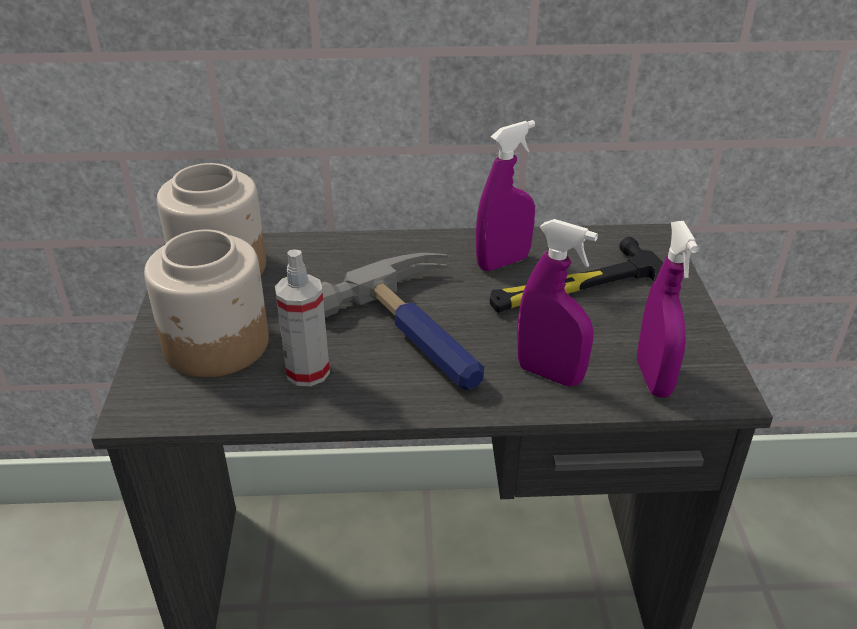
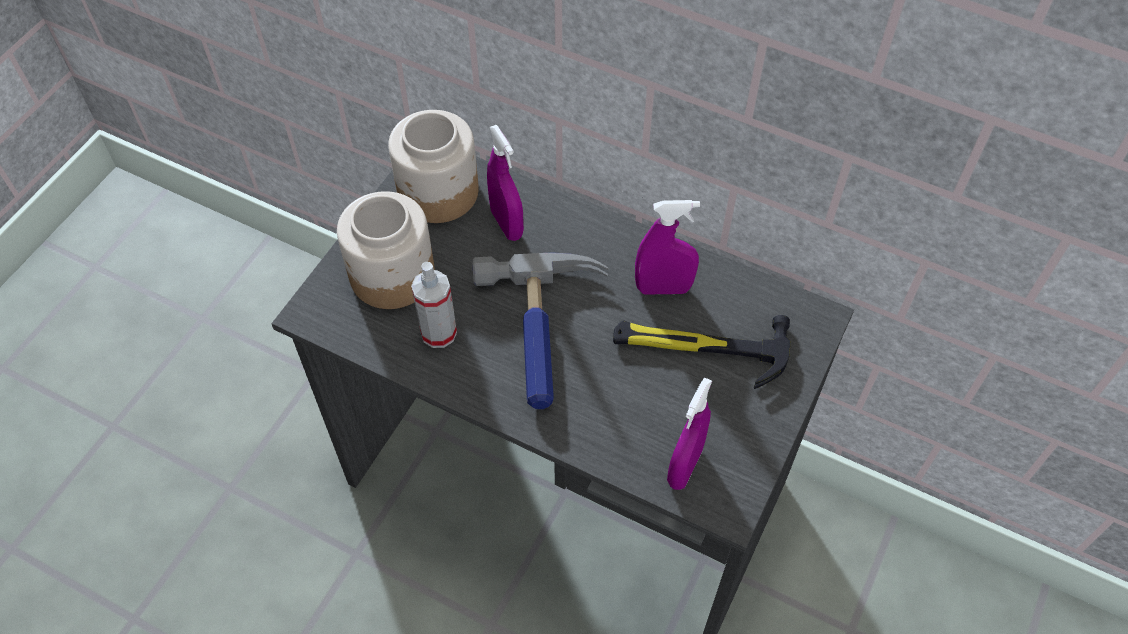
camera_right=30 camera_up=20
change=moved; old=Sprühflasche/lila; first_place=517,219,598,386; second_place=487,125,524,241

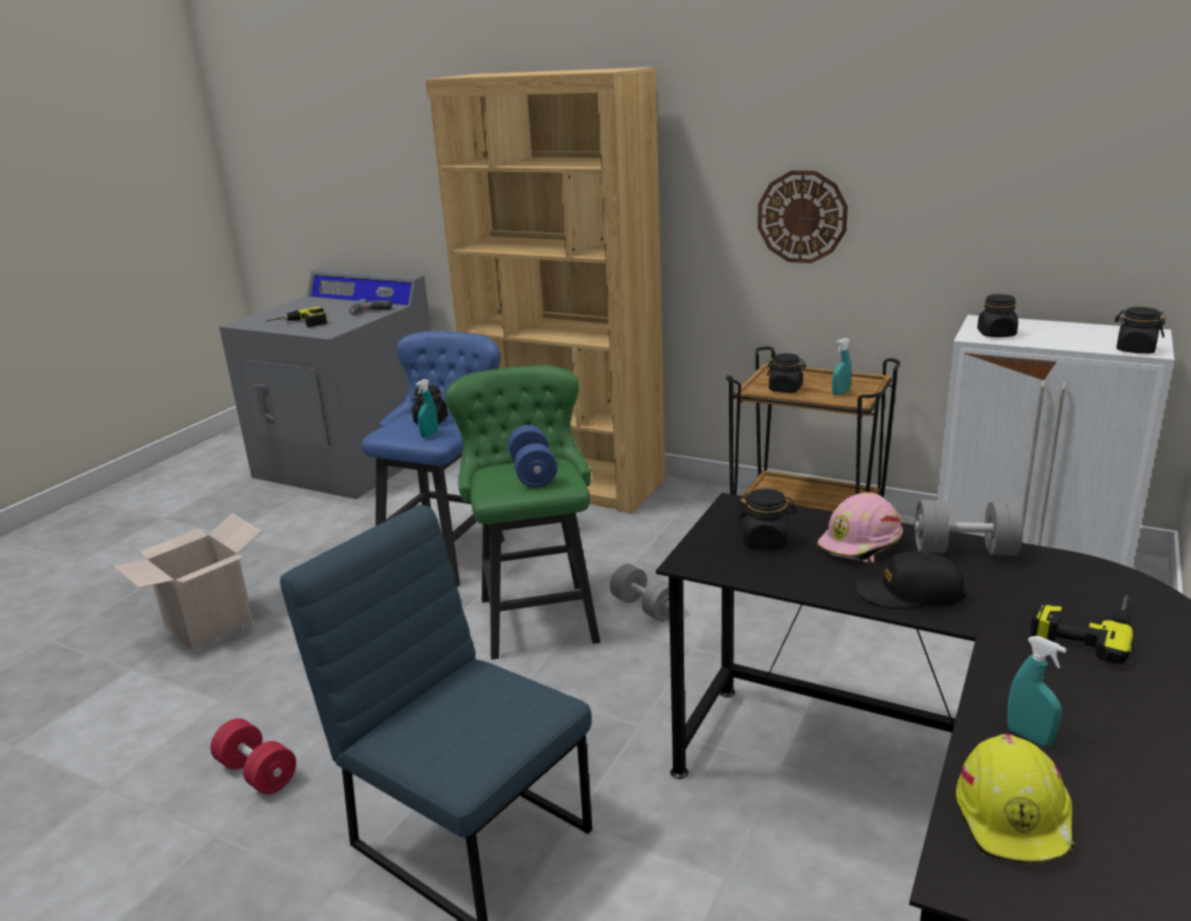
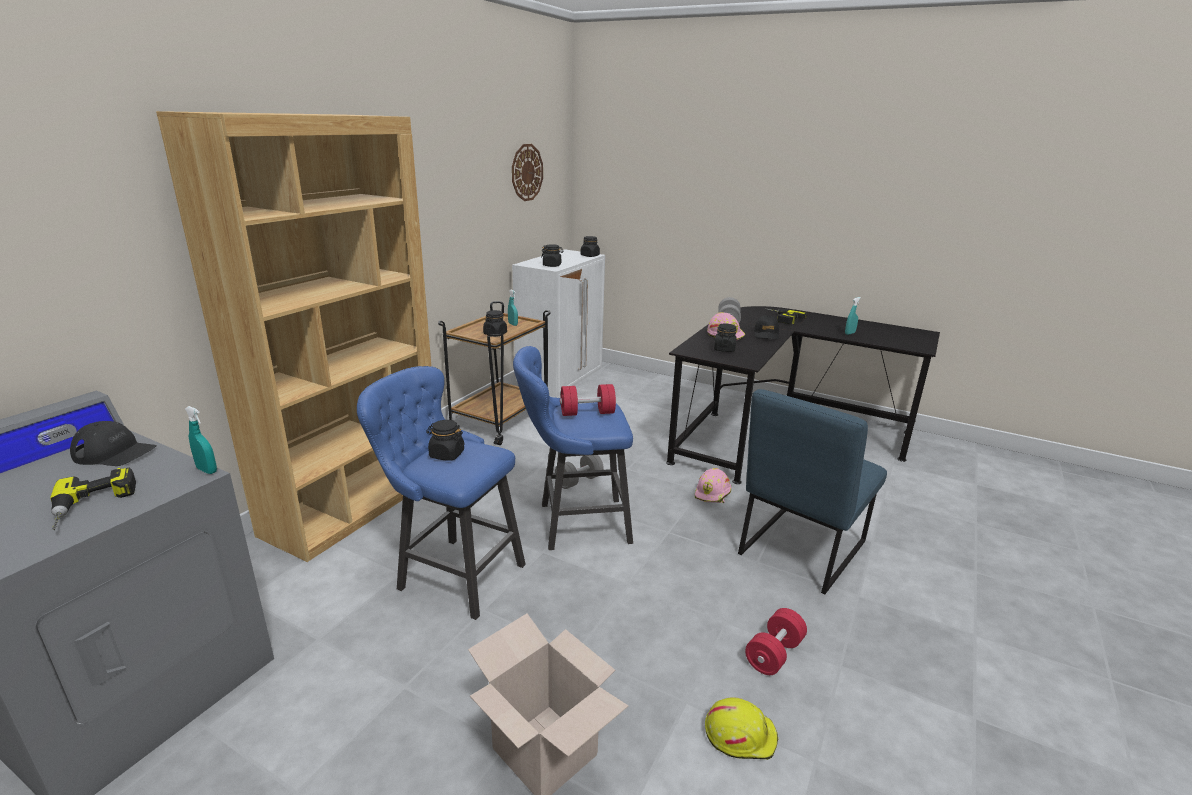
camera_right=-90 camera_up=0
change=replaced; old=Bohrmaschine; new=Kappe/schwarz; first_place=349,298,392,315; second_place=70,421,157,466
change=moved; old=Sprühflasche/türkis; first_place=416,379,438,438; second_place=185,406,217,474
change=moved; old=Wanduhr; first_place=758,170,848,263; second_place=512,144,543,201
change=recoloured; old=Hocker/grün; new=Hocker/blau; first_place=445,365,600,660; second_place=513,346,633,550
change=recoloured; old=Hantel/blau; new=Hantel/rot; first_place=508,425,557,488; second_place=560,384,616,416
change=added; new=Schutzhelm/rosa; second_place=695,468,732,503
change=moved; old=Schutzhelm/gelb; first_place=956,734,1076,865; second_place=705,697,778,760

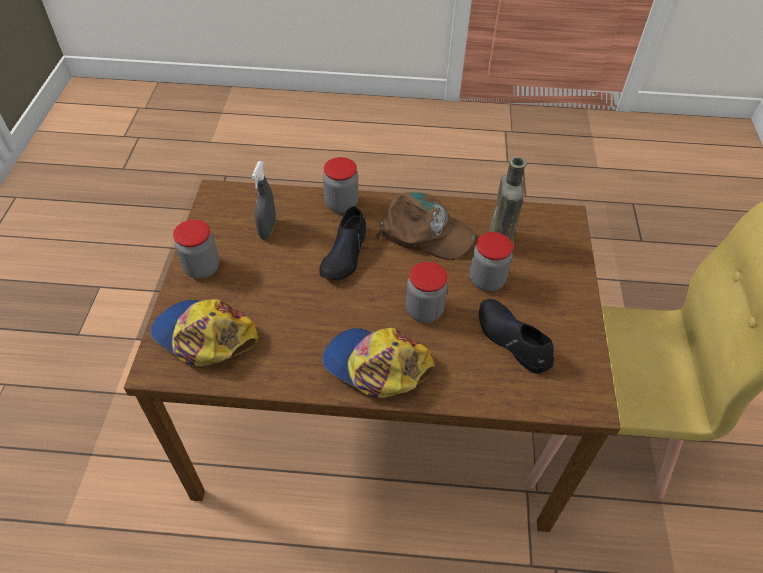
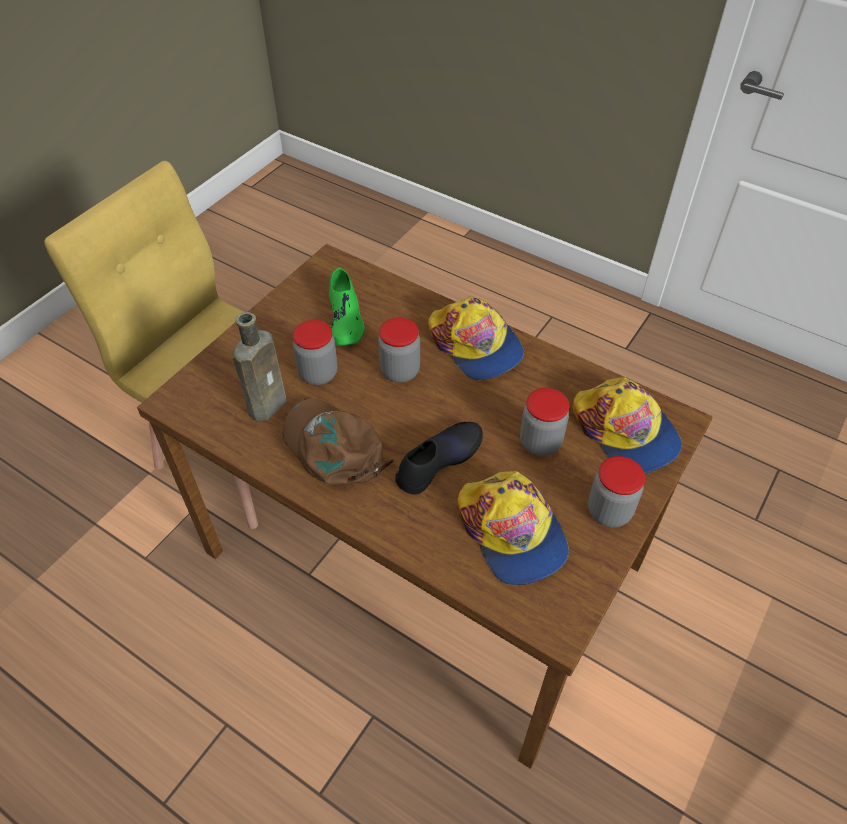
camera_right=-150 camera_up=0
change=recoloured; old=Schuh/schwarz; new=Schuh/grün; first_place=479,299,554,373; second_place=329,267,365,346
change=replaced; old=Sprühflasche/grau; new=Kappe; first_place=252,161,276,240; second_place=457,471,569,585
change=moved; old=Vorratsglas; first_place=323,157,358,213; second_place=520,388,569,456

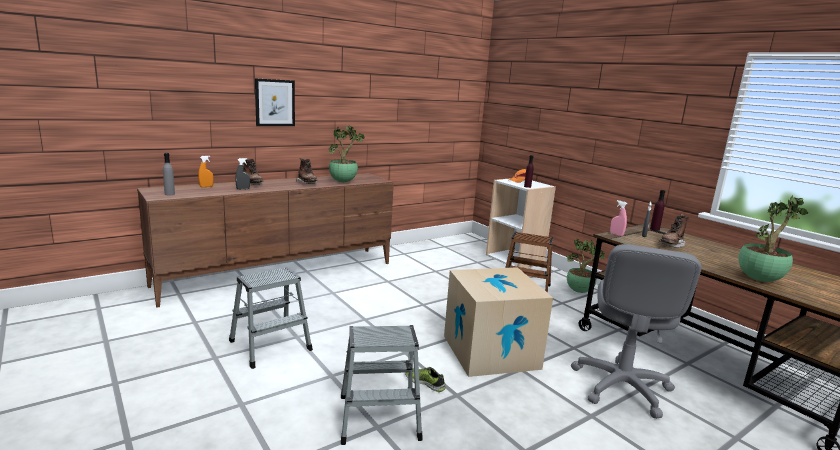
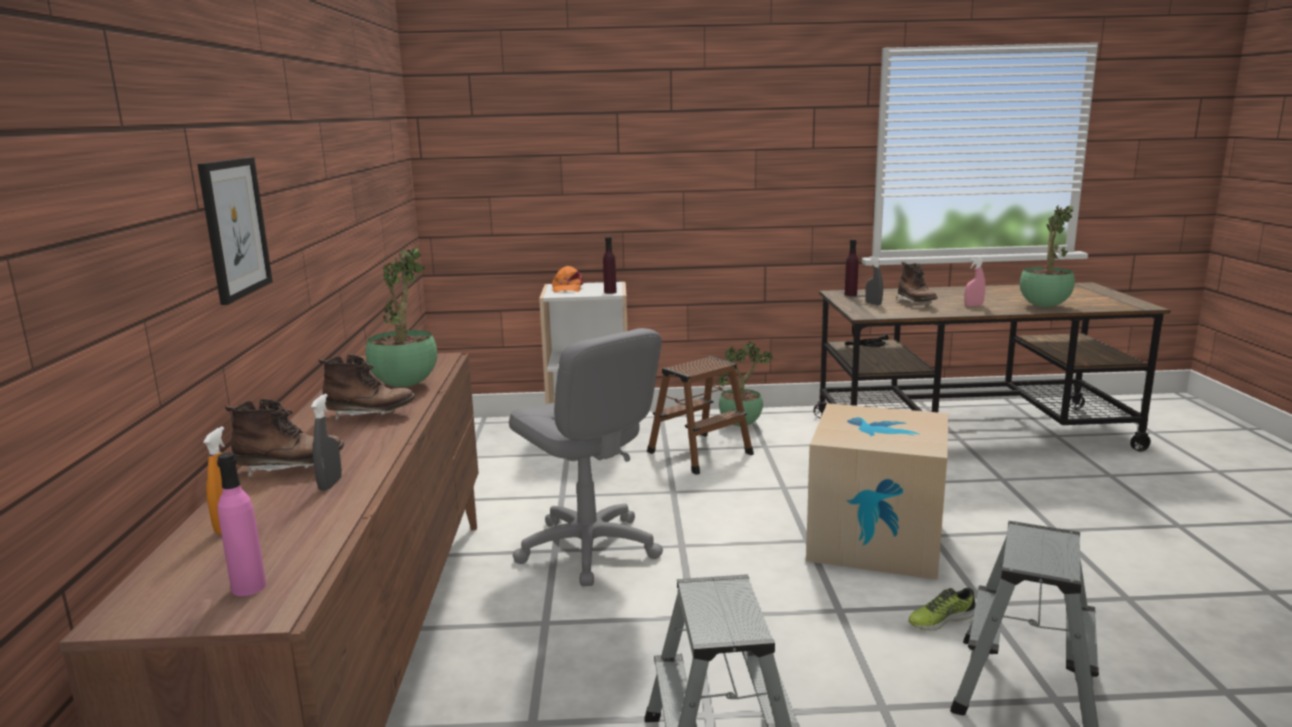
camera_right=-55 camera_up=0
change=recoloured; old=Flasche/grau; new=Flasche/rosa; first_place=163,153,175,195; second_place=217,452,266,596
change=moved; old=Bürostuhl/grau; first_place=571,244,701,419; second_place=509,328,663,586
change=moved; old=Sprühflasche/rosa; first_place=610,200,627,236; second_place=965,258,985,306

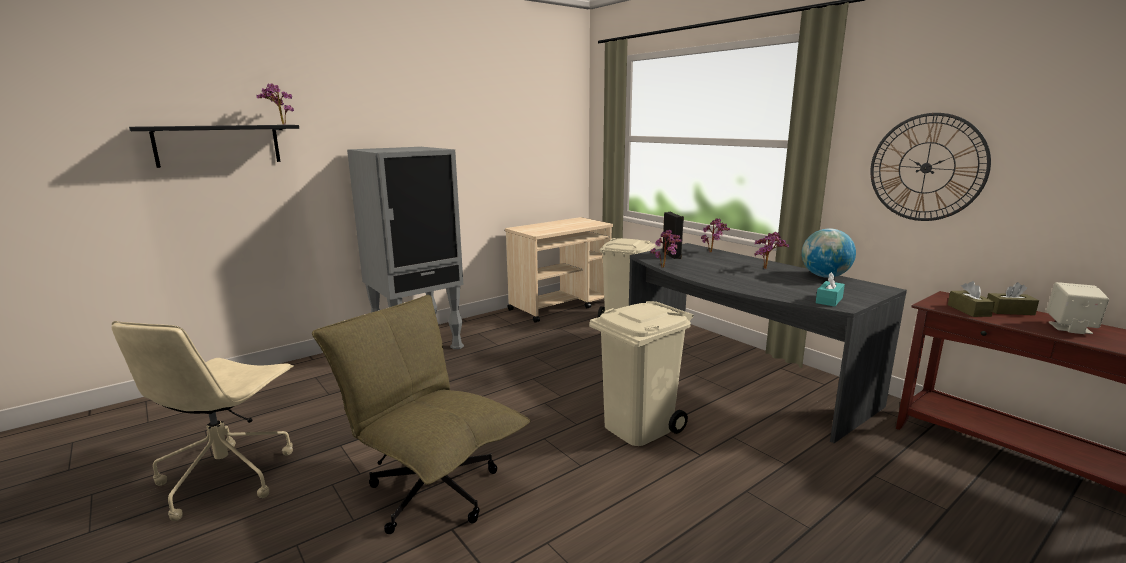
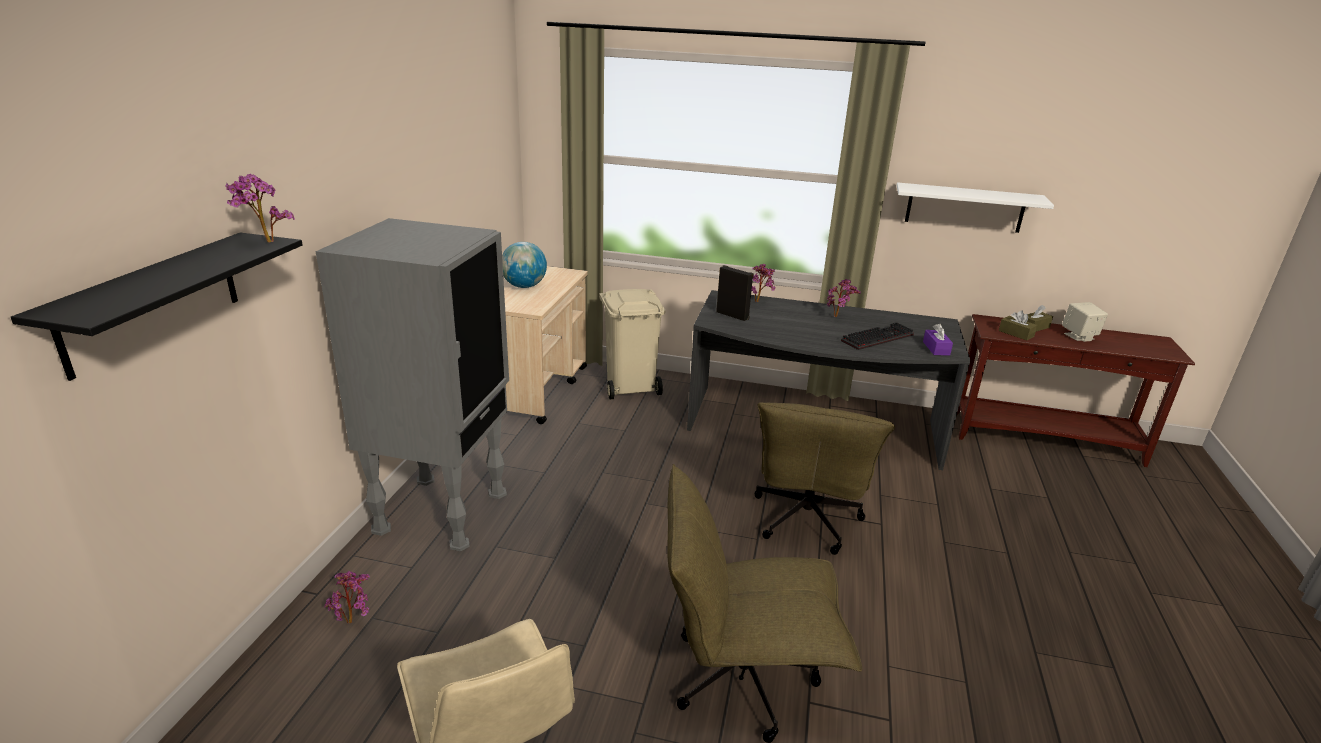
camera_right=-40 camera_up=10
change=moved; old=Topfpflanze; first_place=650,230,682,268; second_place=324,571,370,623
change=moved; old=Globus; first_place=802,229,856,278; second_place=502,242,547,288
change=replaced; old=Mülleimer/beige; new=Bürostuhl/beige; first_place=589,301,694,446; second_place=755,402,895,555
change=added; new=Tastatur; second_place=841,322,914,350
change=replaced; old=Wanduhr; new=Wandregal/weiß; first_place=870,113,991,221; second_place=896,182,1054,233
change=recoloured; old=Taschentuchbox/türkis; new=Taschentuchbox/lila; first_place=816,272,845,307; second_place=923,324,953,356

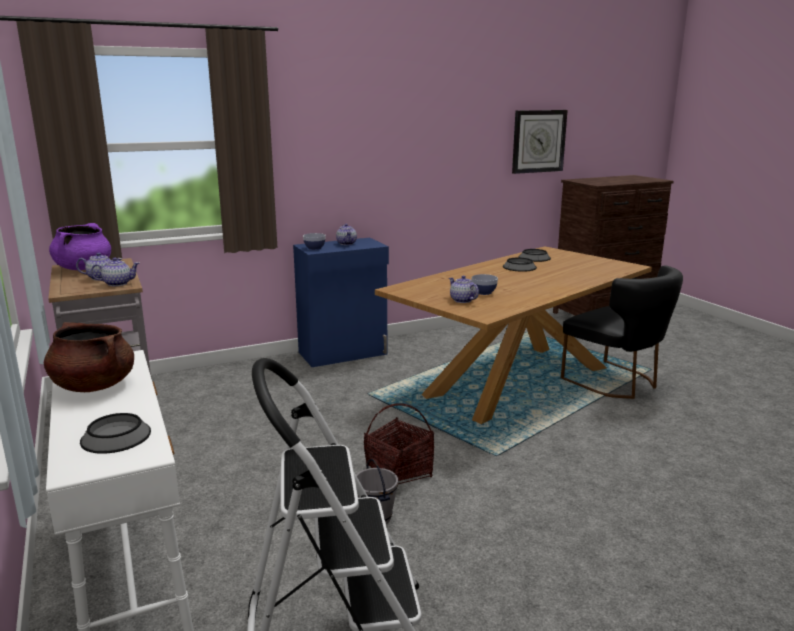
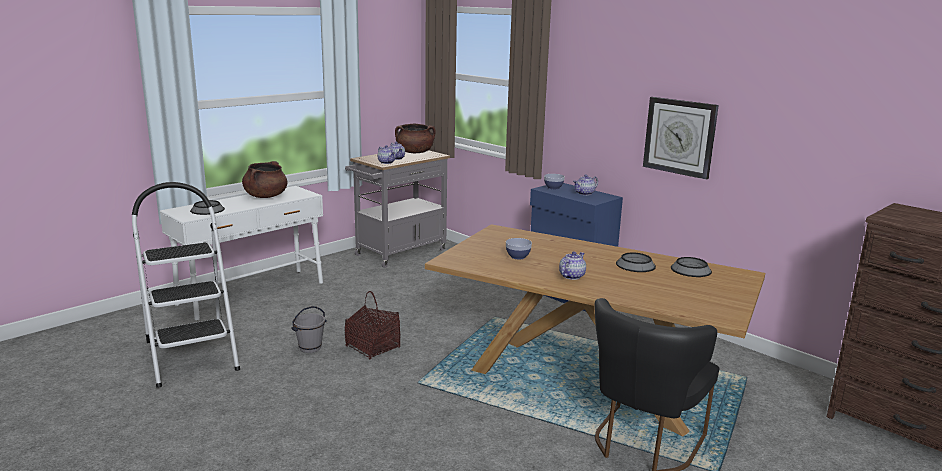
camera_right=70 camera_up=0
change=recoloured; old=Kochtopf/lila; new=Kochtopf/braun; first_place=49,223,111,270; second_place=395,124,436,153
change=moved; old=Teekanne; first_place=449,276,479,303; second_place=559,252,586,280
change=moved; old=Wanduhr; first_place=512,110,568,174; second_place=643,97,719,180

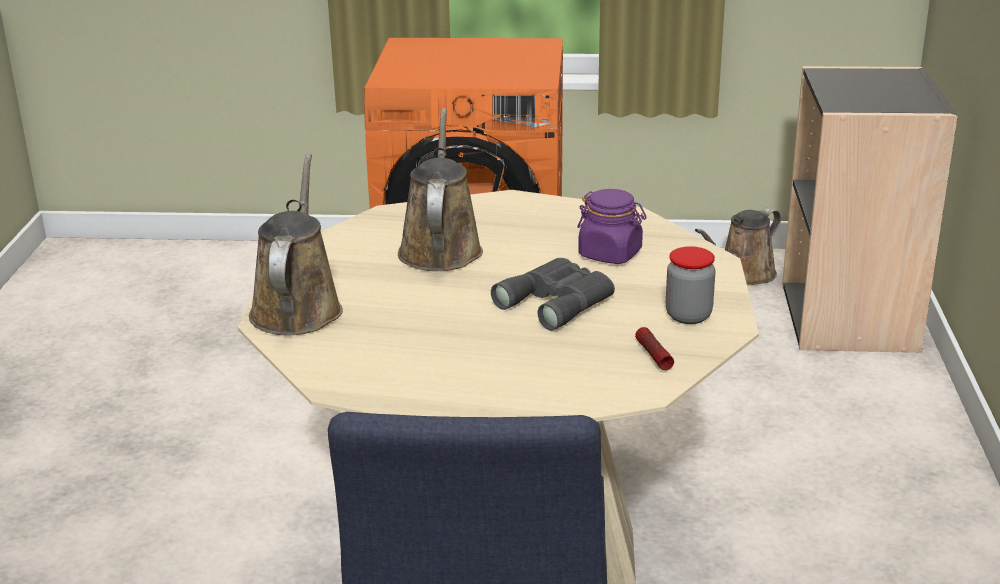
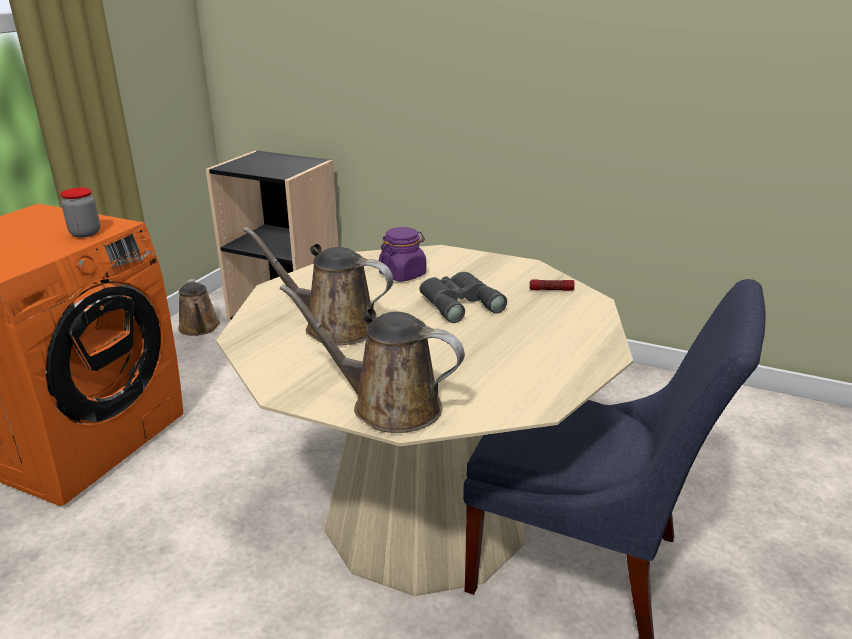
camera_right=-70 camera_up=0
change=moved; old=Vorratsglas; first_place=666,246,716,324; second_place=60,188,100,238

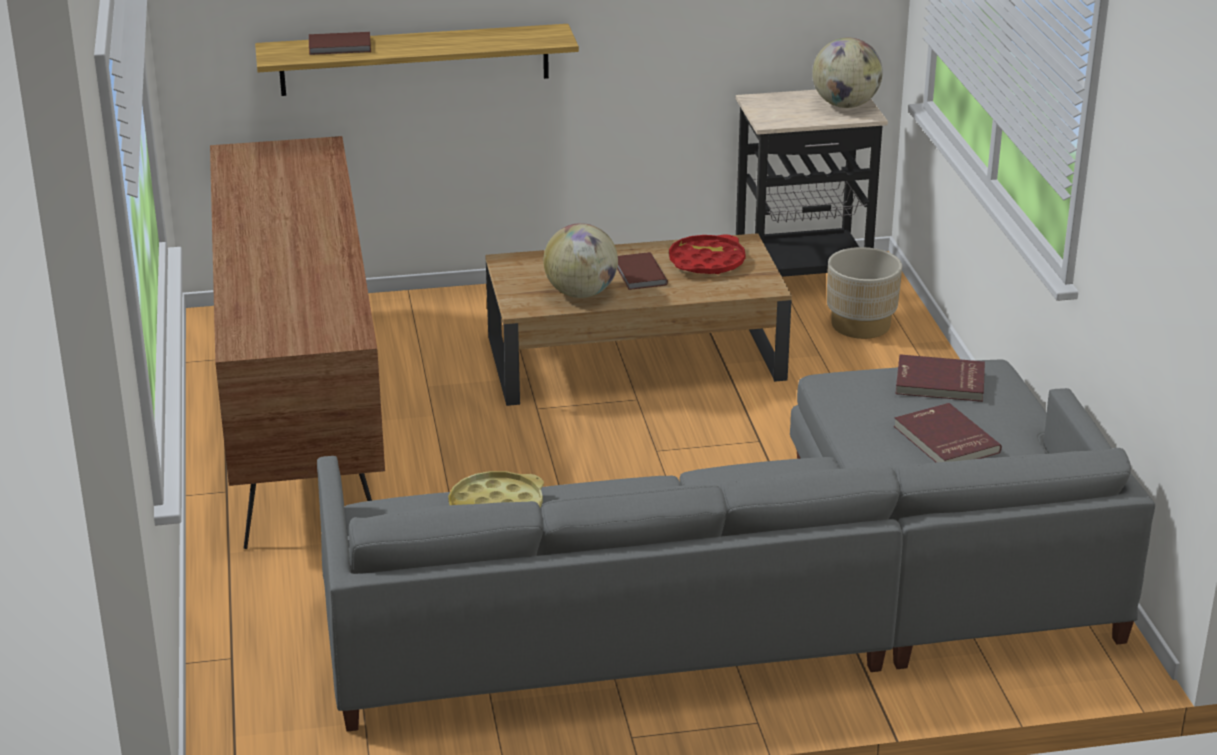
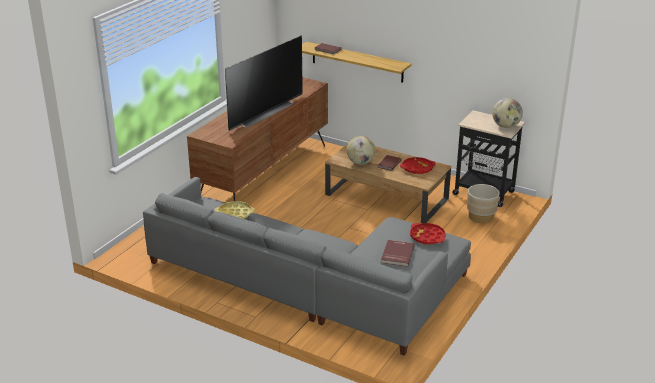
camera_right=40 camera_up=0
change=added; new=Fernseher; second_place=225,36,303,131
change=replaced; old=Buch/rot; new=Tablett/rot; first_place=896,354,985,402; second_place=410,223,446,244

